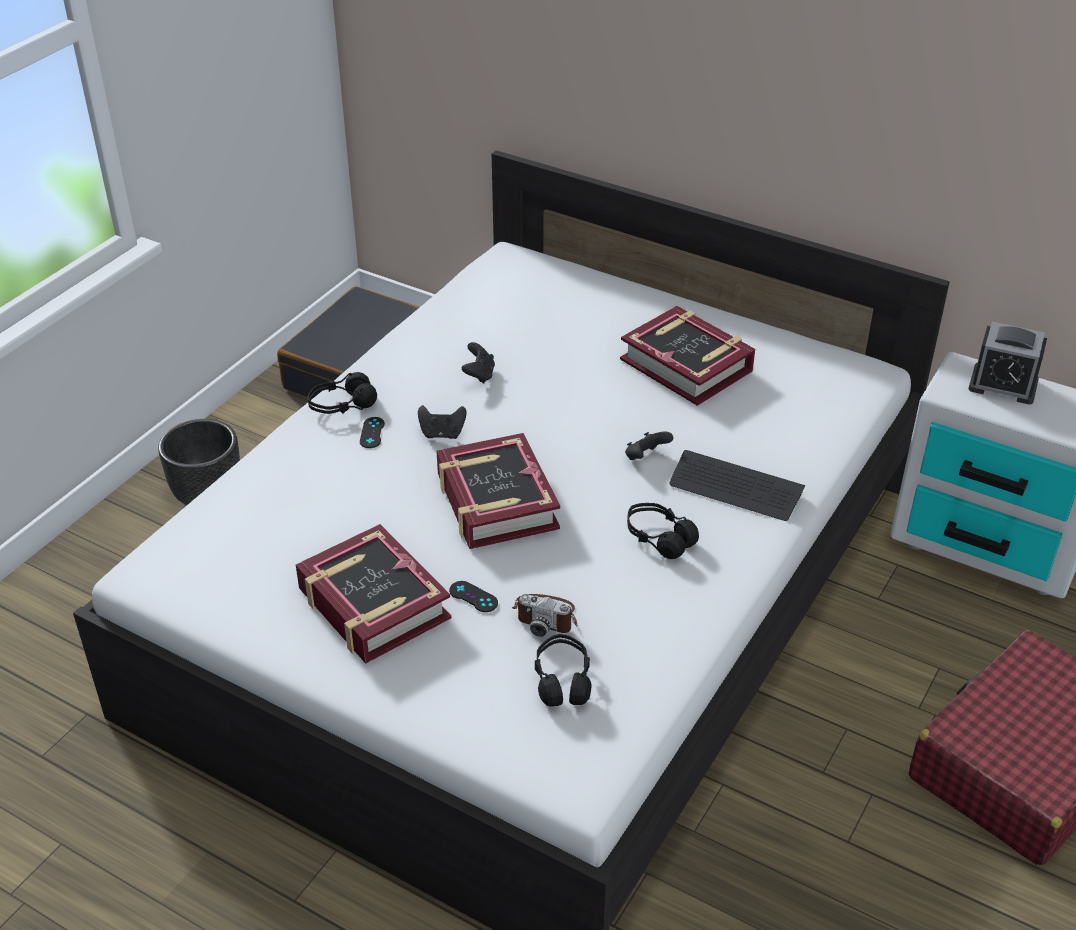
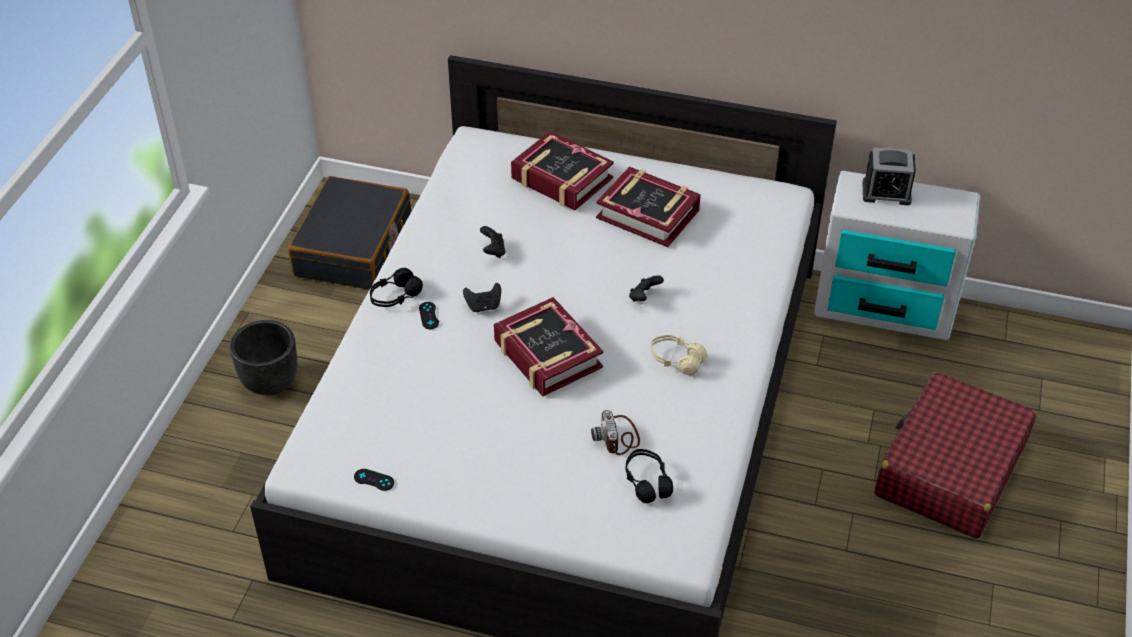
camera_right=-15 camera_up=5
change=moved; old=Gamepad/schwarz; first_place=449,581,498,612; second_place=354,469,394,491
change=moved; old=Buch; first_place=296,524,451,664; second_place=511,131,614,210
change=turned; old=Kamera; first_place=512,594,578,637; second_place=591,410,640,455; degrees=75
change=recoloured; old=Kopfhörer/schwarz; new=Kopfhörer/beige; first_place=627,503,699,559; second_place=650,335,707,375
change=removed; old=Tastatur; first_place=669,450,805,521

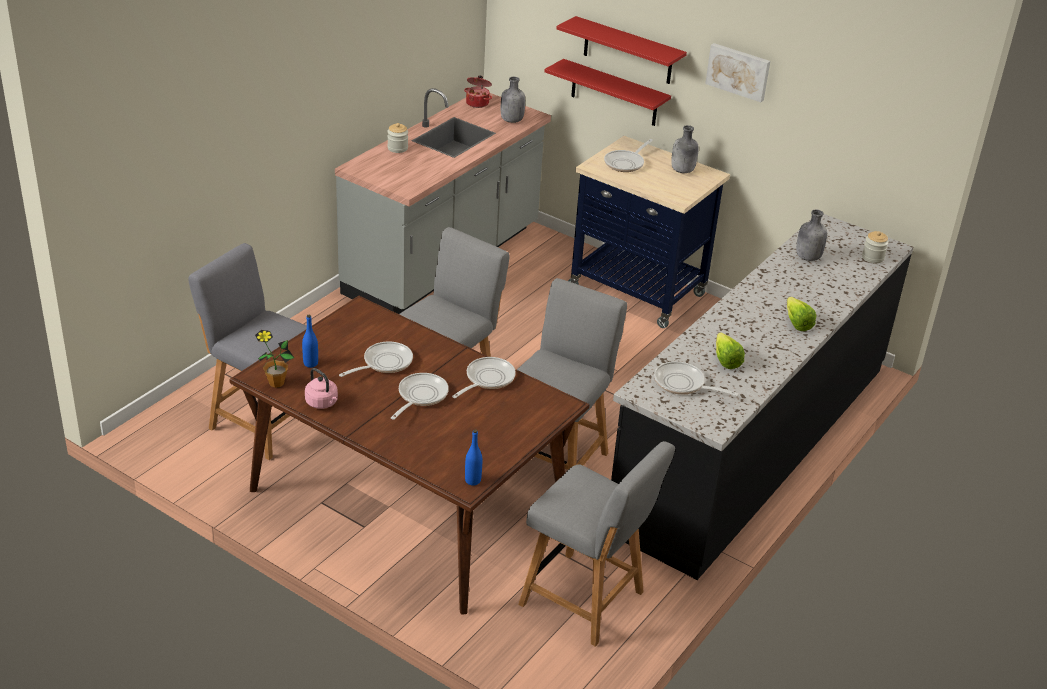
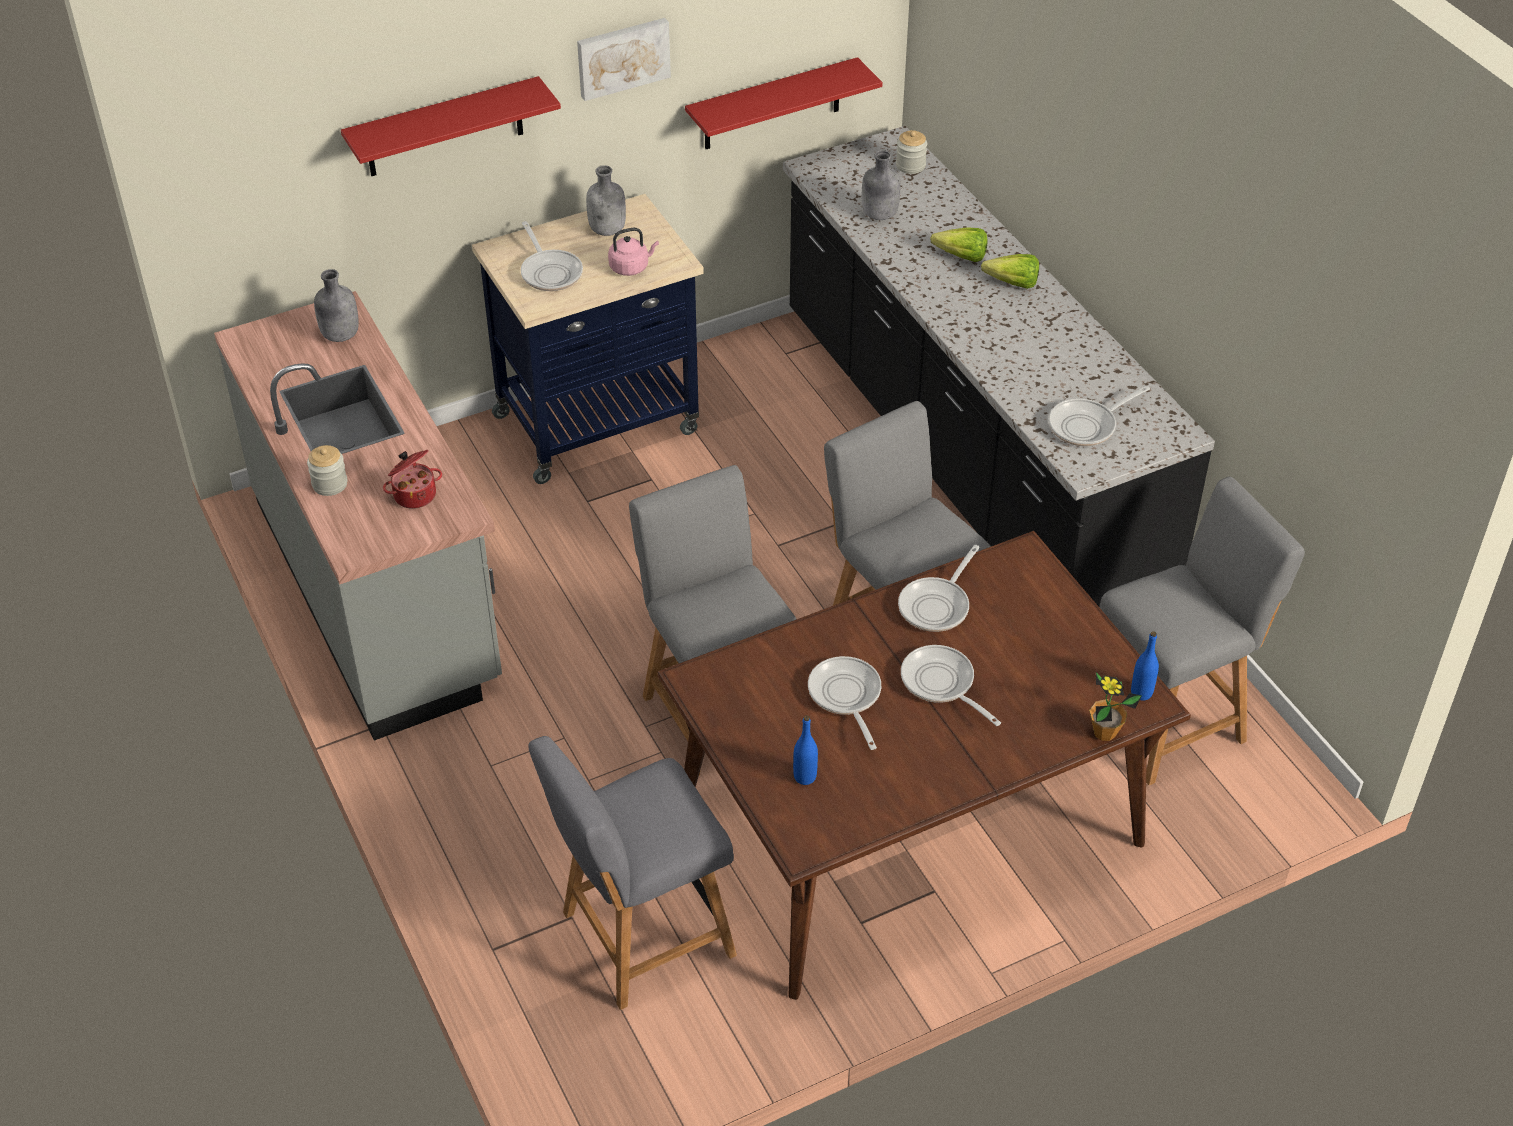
camera_right=-60 camera_up=10
change=moved; old=Kochtopf; first_place=464,75,492,108; second_place=383,450,442,509
change=moved; old=Wasserkessel/rosa; first_place=305,368,338,409; second_place=608,228,659,276
change=moved; old=Wandregal/rot; first_place=544,59,671,126; second_place=685,57,883,149
change=turned; old=Pfanne; first_place=452,357,516,398; second_place=898,545,980,632; degrees=-120
change=moved; old=Salatkopf; first_place=716,332,745,369; second_place=930,227,987,262
change=moved; old=Topfpflanze; first_place=255,330,294,388; second_place=1089,672,1142,741

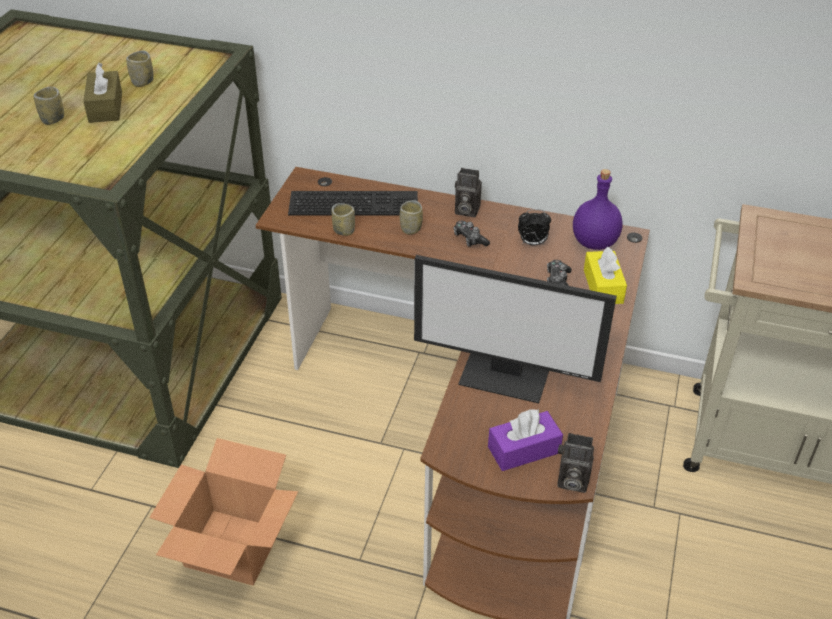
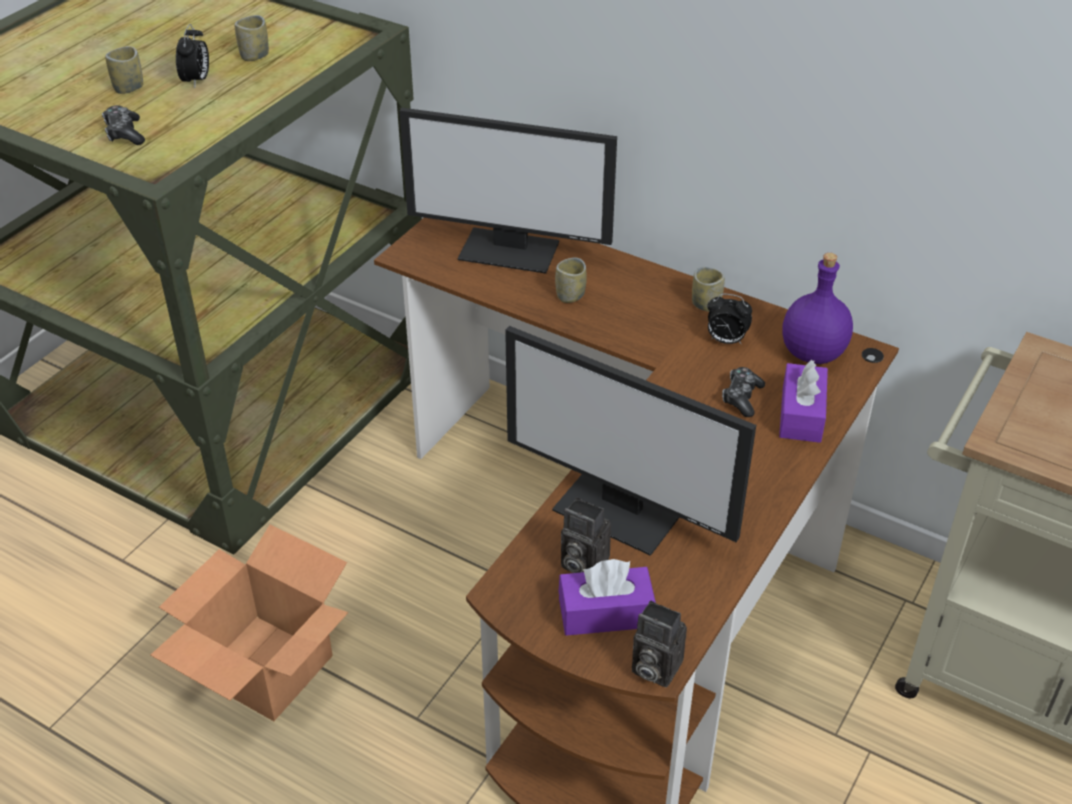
camera_right=15 camera_up=0
change=moved; old=Gamepad; first_place=453,221,490,247; second_place=102,105,145,145
change=replaced; old=Taschentuchbox/braun; new=Wecker; first_place=83,62,122,123; second_place=176,24,209,88
change=replaced; old=Tastatur; new=Monitor; first_place=288,191,418,215; second_place=400,108,617,274
change=moved; old=Kamera; first_place=455,168,482,217; second_place=561,498,611,573
change=moved; old=Tasse; first_place=332,203,355,236; second_place=692,267,725,312
change=recoloured; old=Taschentuchbox/gelb; new=Taschentuchbox/lila; first_place=584,246,627,304; second_place=779,360,828,443

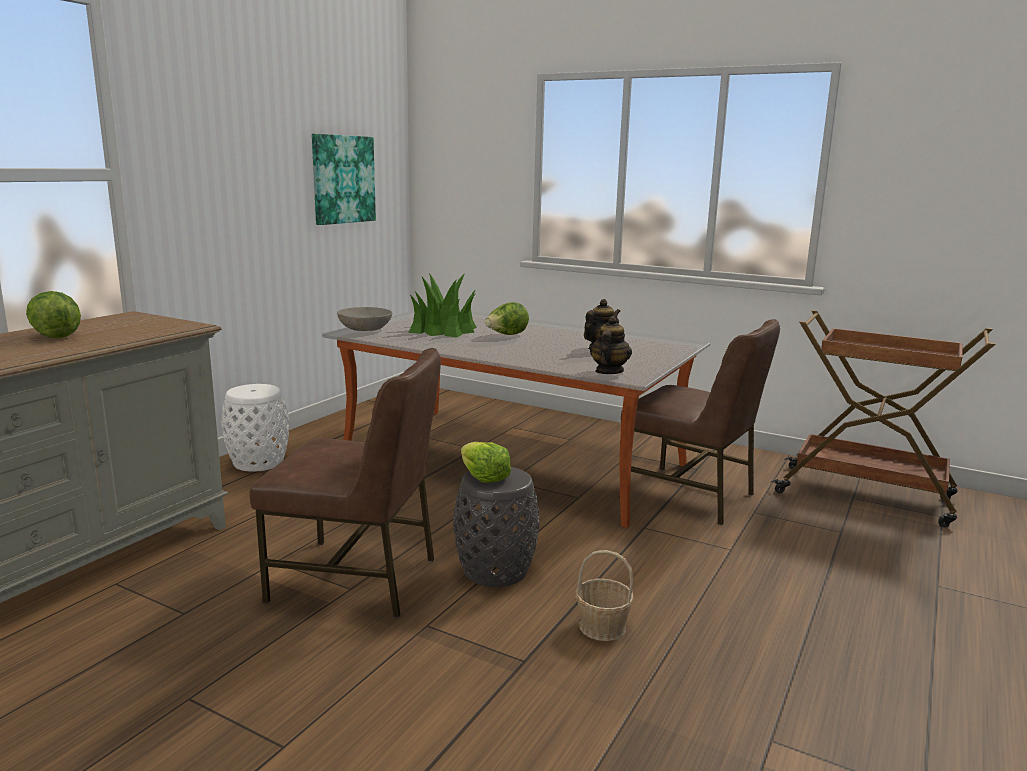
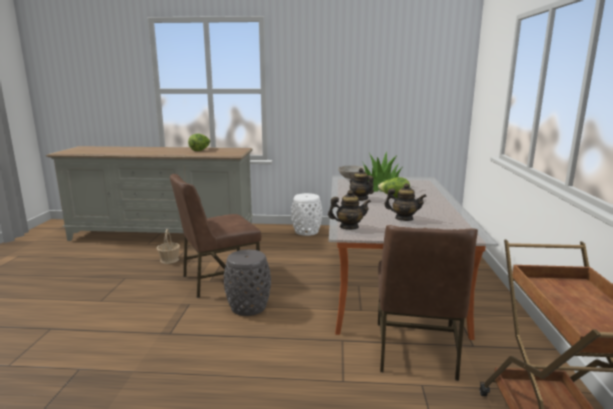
camera_right=65 camera_up=0
change=moved; old=Korb; first_place=576,550,634,641; second_place=157,229,180,264
change=turned; old=Stuhl/braun; first_place=250,348,441,617; second_place=170,174,261,298; degrees=75
change=added; new=Teekanne; second_place=349,168,374,201
change=removed; old=Bild; first_place=312,134,376,225
change=removed; old=Salatkopf; first_place=461,442,511,483

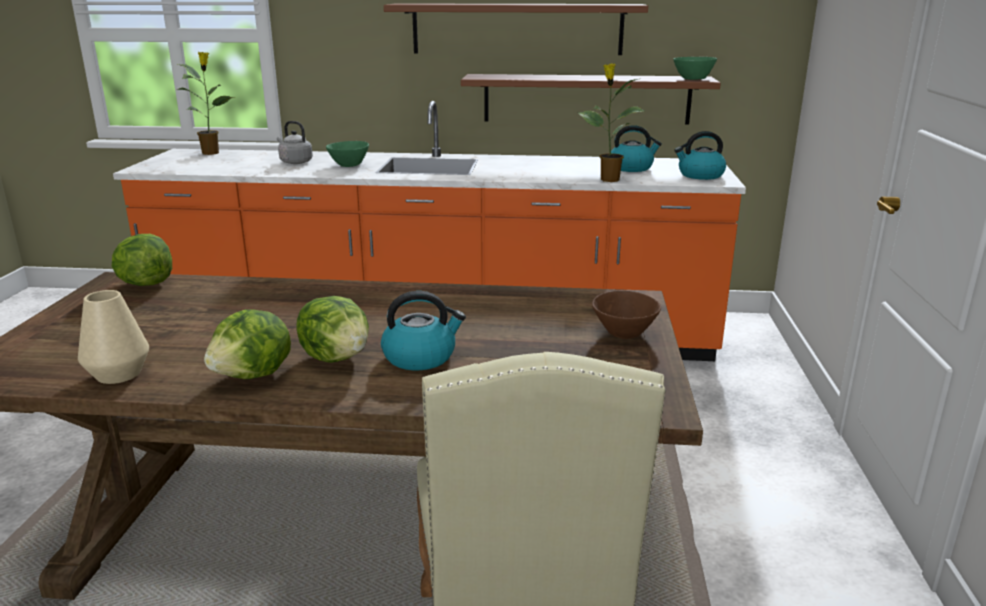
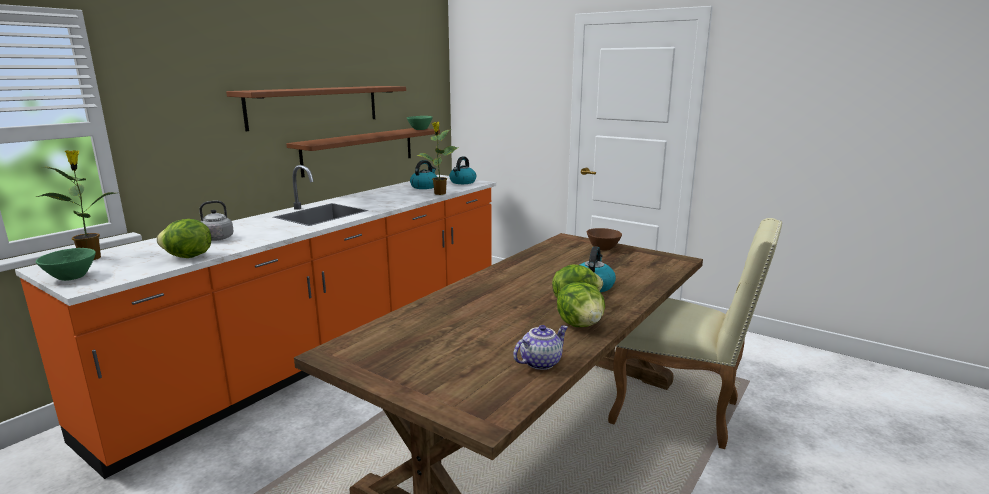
camera_right=-60 camera_up=-5
change=moved; old=Schüssel/grün; first_place=326,141,369,167; second_place=36,248,96,281
change=moved; old=Salatkopf; first_place=112,234,172,286; second_place=156,219,212,258
change=replaced; old=Vase/beige; new=Teekanne; first_place=78,290,149,384; second_place=513,325,568,370

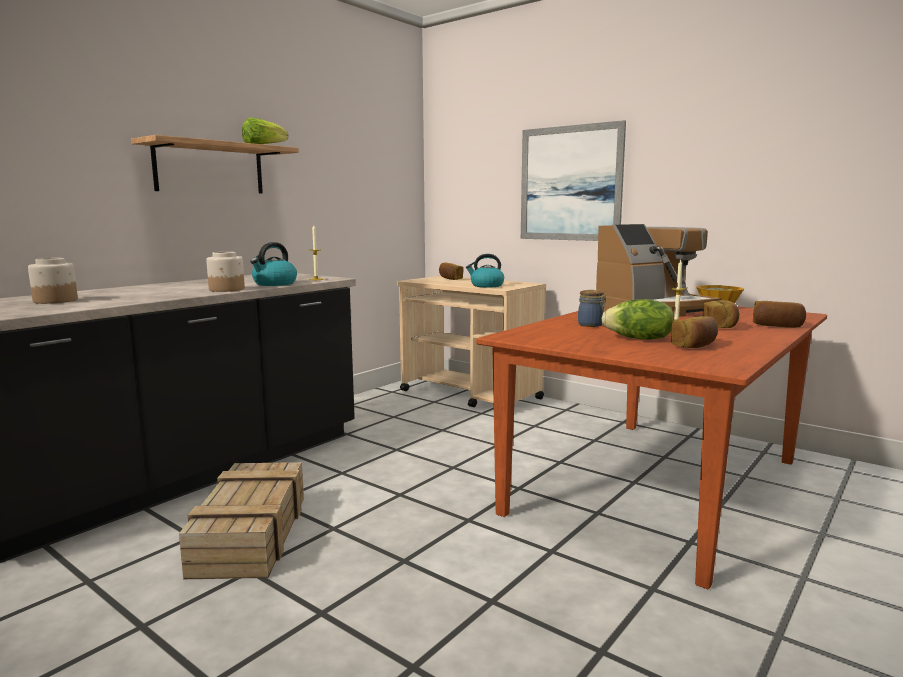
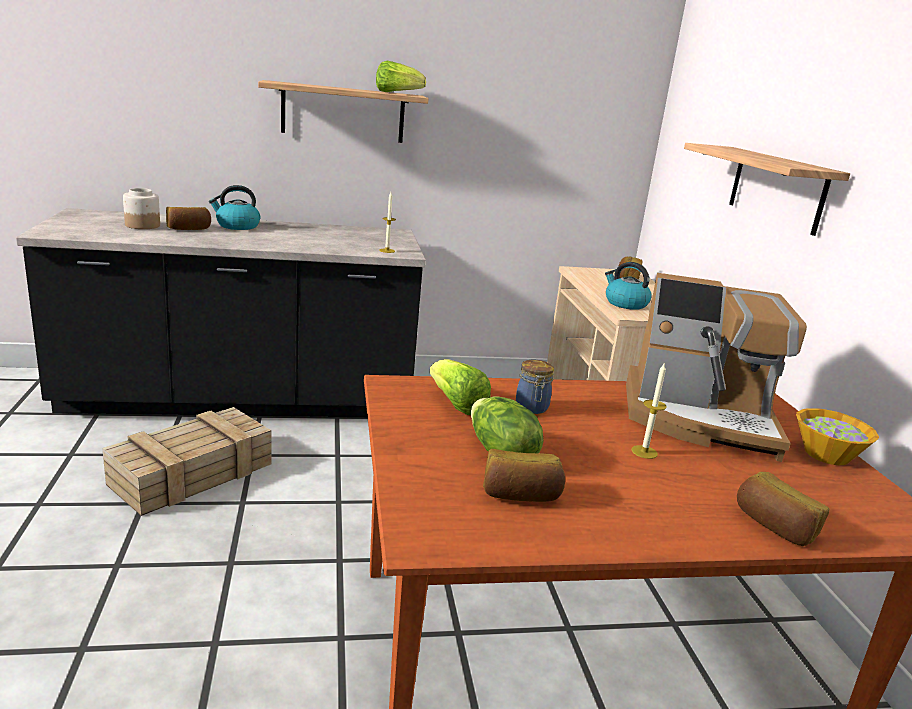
camera_right=40 camera_up=10
change=moved; old=Brot; first_place=703,300,740,328; second_place=166,207,211,230
change=moved; old=Wasserkessel; first_place=250,242,297,286; second_place=209,185,260,230
change=added; new=Salatkopf; second_place=429,359,491,415
change=replaced; old=Bild; new=Wandregal; first_place=521,120,626,241; second_place=684,143,850,236
change=removed; old=Vorratsglas; first_place=206,252,245,292

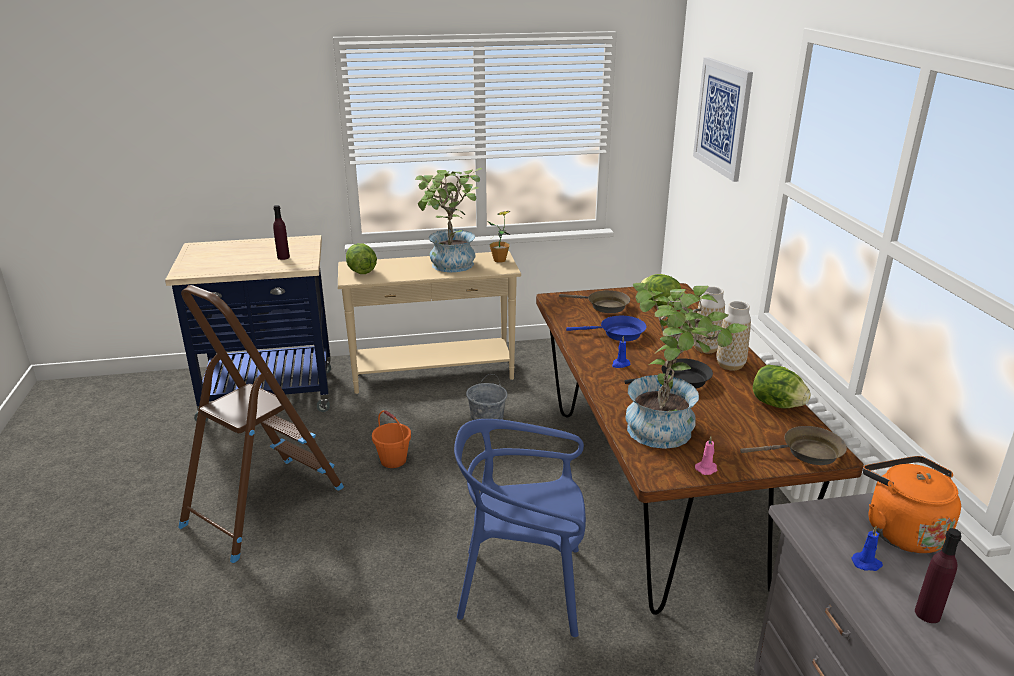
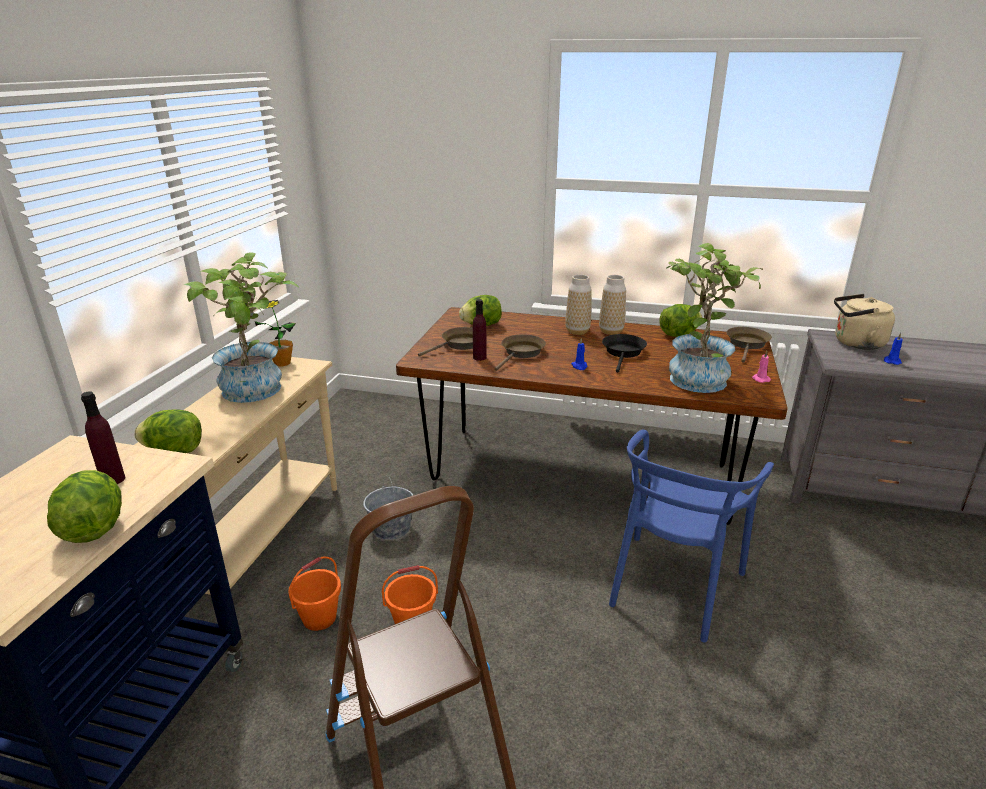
camera_right=-65 camera_up=0
change=added; new=Salatkopf; second_place=47,470,122,543
change=added; new=Eimer/orange; second_place=288,556,341,631
change=moved; old=Flasche/lila; first_place=915,528,961,623; second_place=473,299,487,361
change=recoloured; old=Pfanne/blau; new=Pfanne/braun; first_place=566,316,646,341; second_place=494,334,546,371
change=recoloured; old=Wasserkessel/orange; new=Wasserkessel/beige; first_place=863,456,961,553; second_place=834,294,895,350
change=removed; old=Bild; first_place=693,57,753,182

